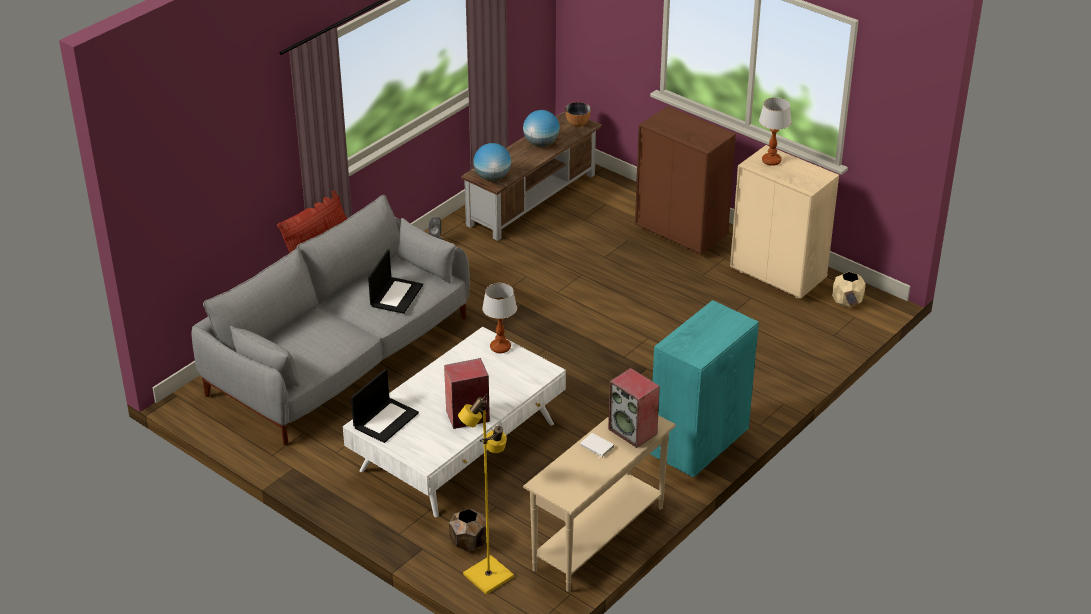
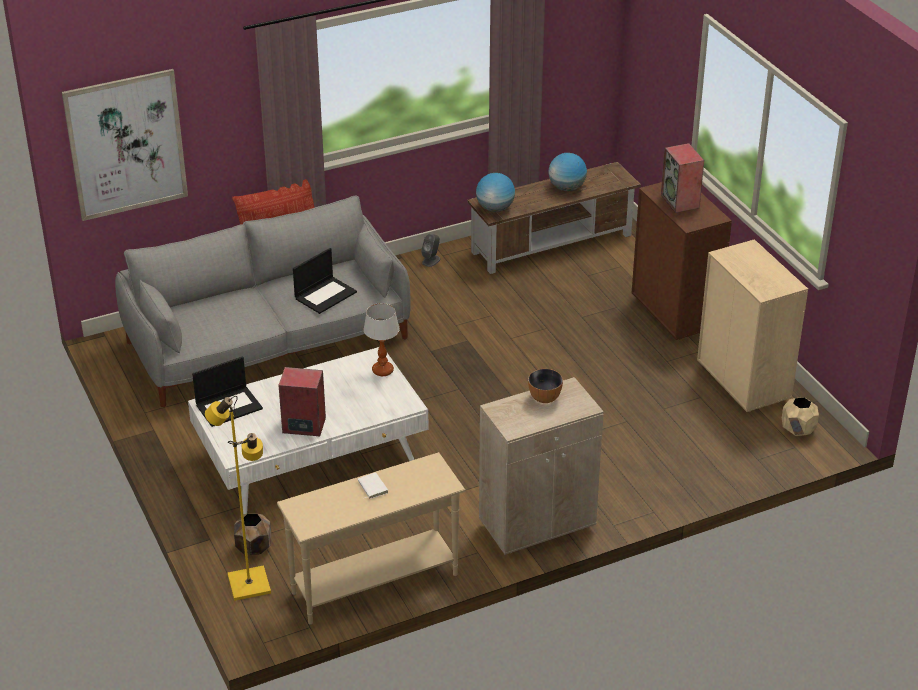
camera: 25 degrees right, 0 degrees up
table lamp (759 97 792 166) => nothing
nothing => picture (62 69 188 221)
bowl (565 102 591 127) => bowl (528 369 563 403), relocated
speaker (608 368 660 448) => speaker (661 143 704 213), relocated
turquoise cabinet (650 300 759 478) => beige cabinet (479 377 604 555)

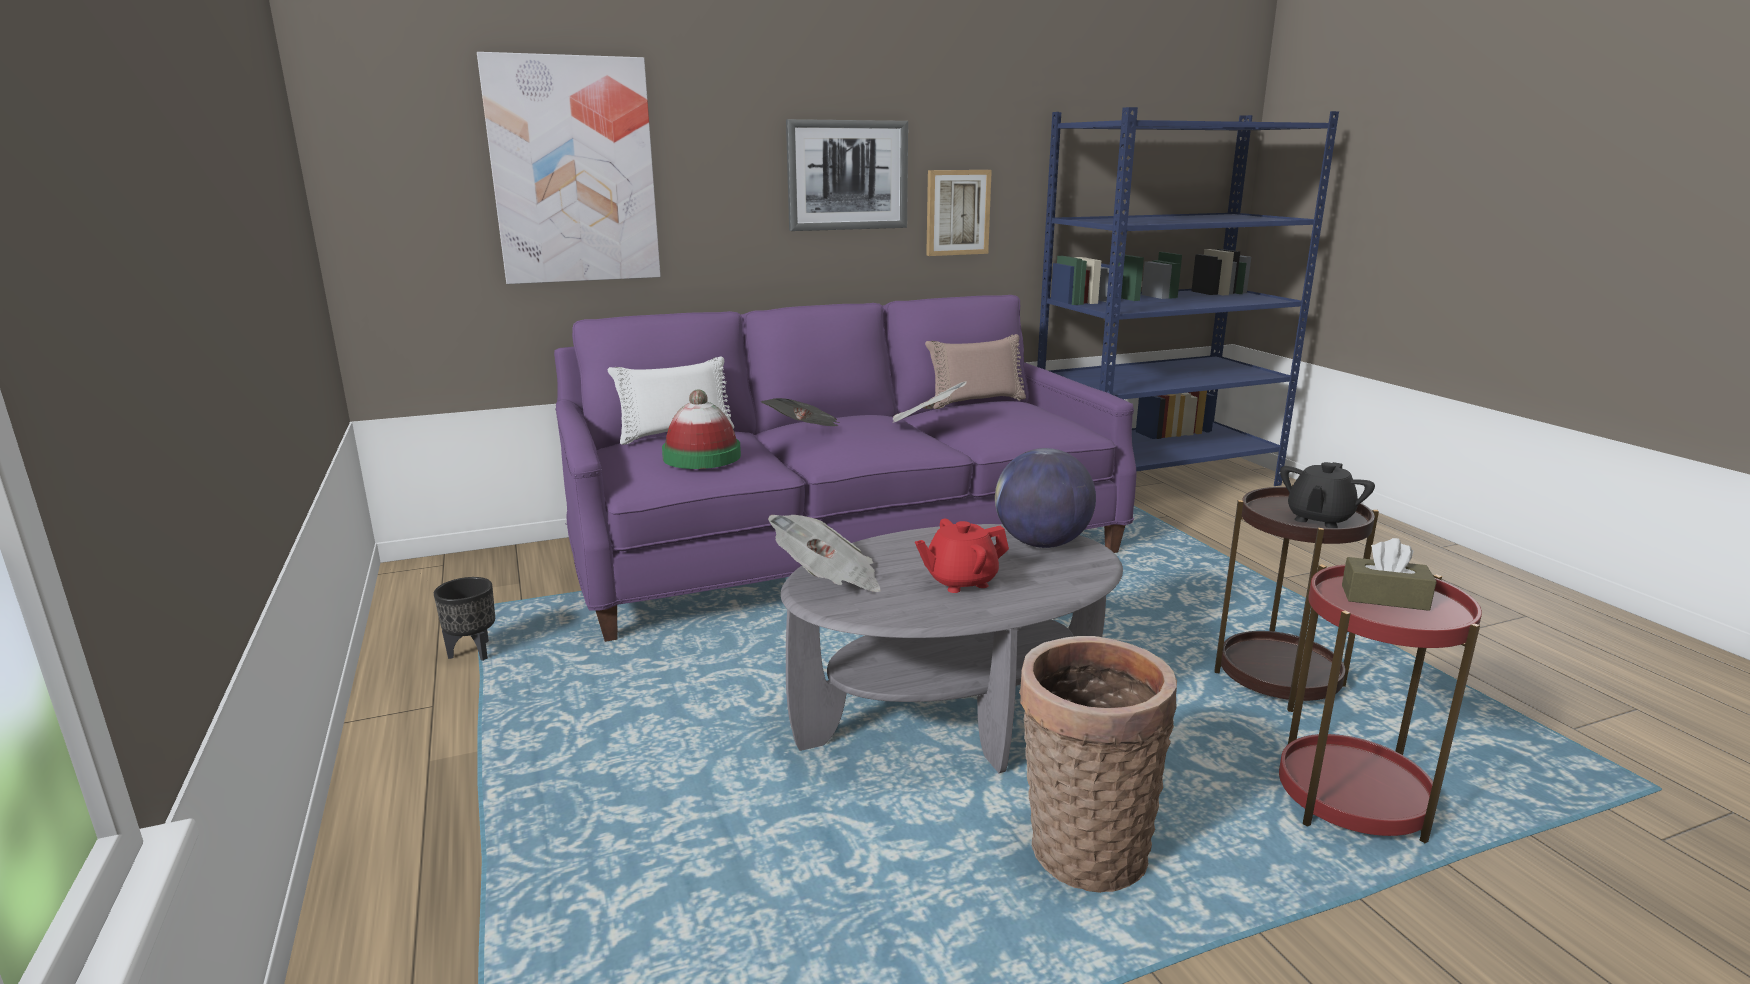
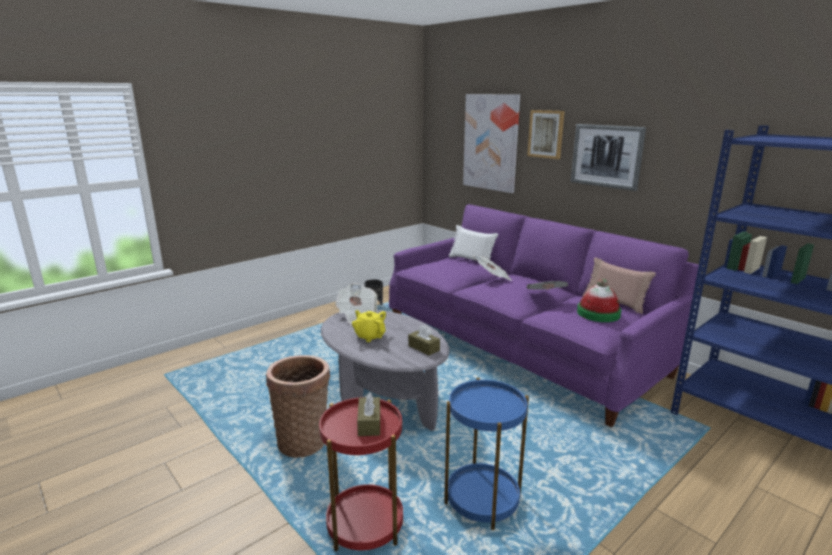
camera: 70 degrees right, 0 degrees up
black teapot (1280 462 1375 528) => nothing
hat (662 389 741 469) => hat (577 279 621 322), relocated
picture (926 170 992 256) => picture (527 110 565 159), relocated
globe (995 448 1096 548) => brown tissue box (408 325 440 355)
red teapot (915 519 1009 593) => yellow teapot (352 310 386 342)
brown side table (1214 484 1379 712) => blue side table (444 378 529 530)

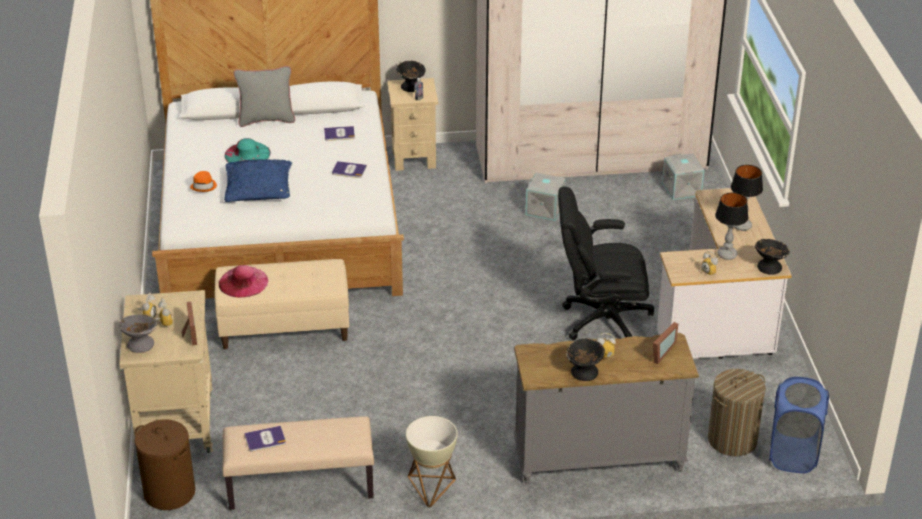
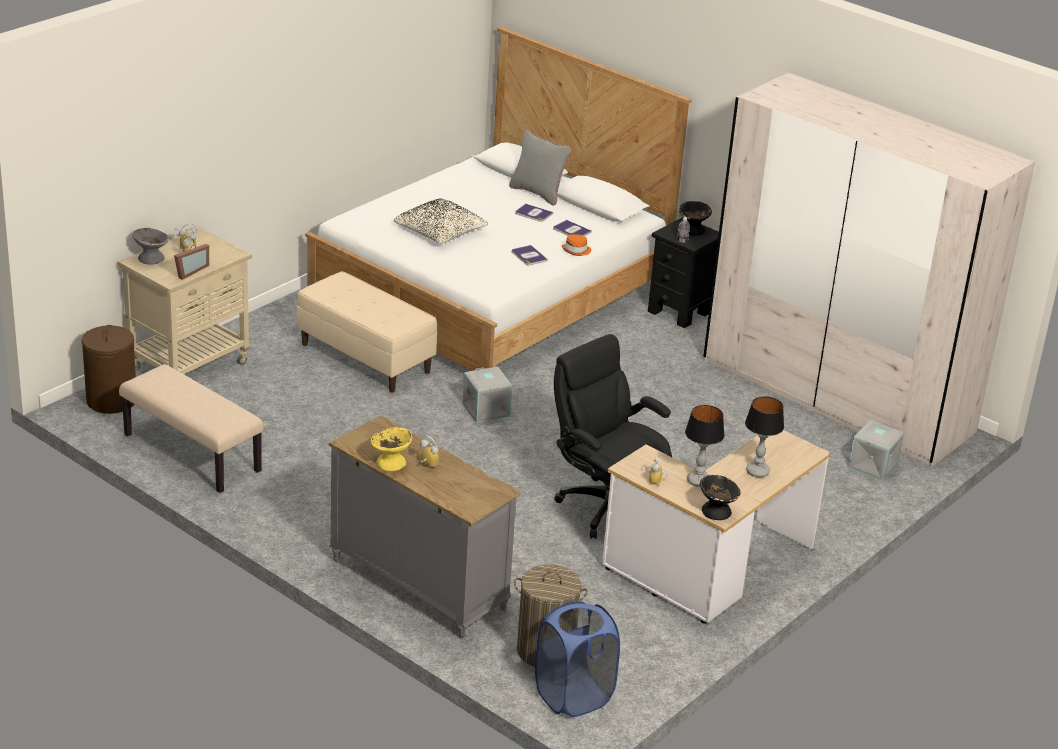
camera: 45 degrees right, 5 degrees down
pink hat (219 265 268 298) => nothing
turquoise hat (224 138 271 163) => nothing
planter (406 416 458 507) => nothing
picture frame (653 322 678 364) => nothing
orange hat (190 171 217 192) => orange hat (562 234 591 256), relocated
book (244 426 286 452) => book (515 204 553 222), relocated
grey storage box (526 173 566 221) => grey storage box (462 366 513 423), relocated
blue pillow (224 159 292 202) => beige pillow (394 198 488 244)
beige nightstand (387 78 438 171) => black nightstand (648 217 719 328)
black bowl (566 338 605 381) => yellow bowl (371 427 412 471)

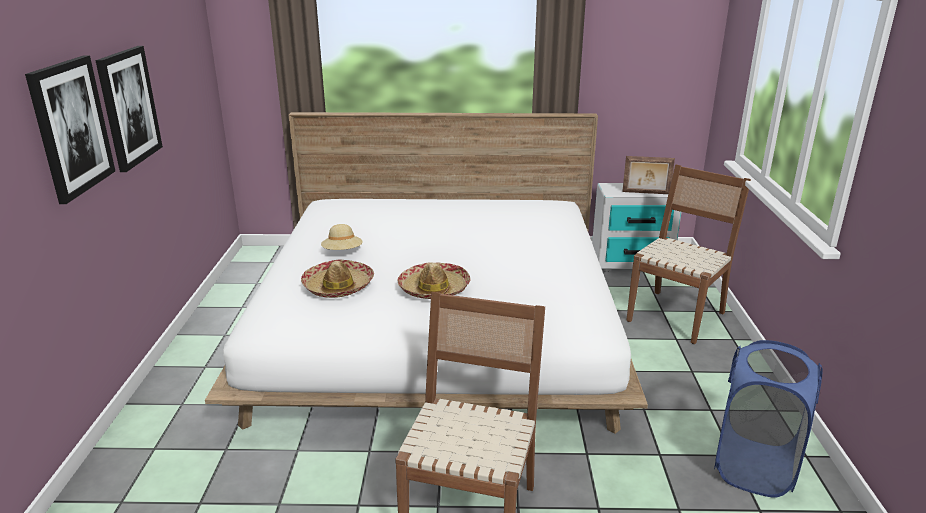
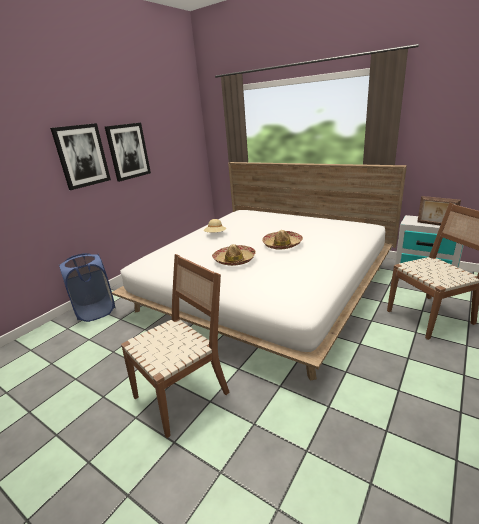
camera: 35 degrees right, 0 degrees up
hat (301 260 374 298) => hat (262 230 303 250), relocated
blue laundry basket (714 340 823 498) => blue laundry basket (59 253 116 322), relocated

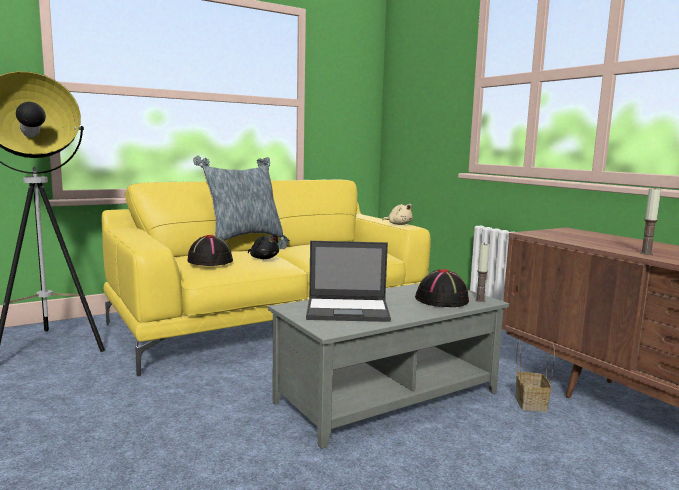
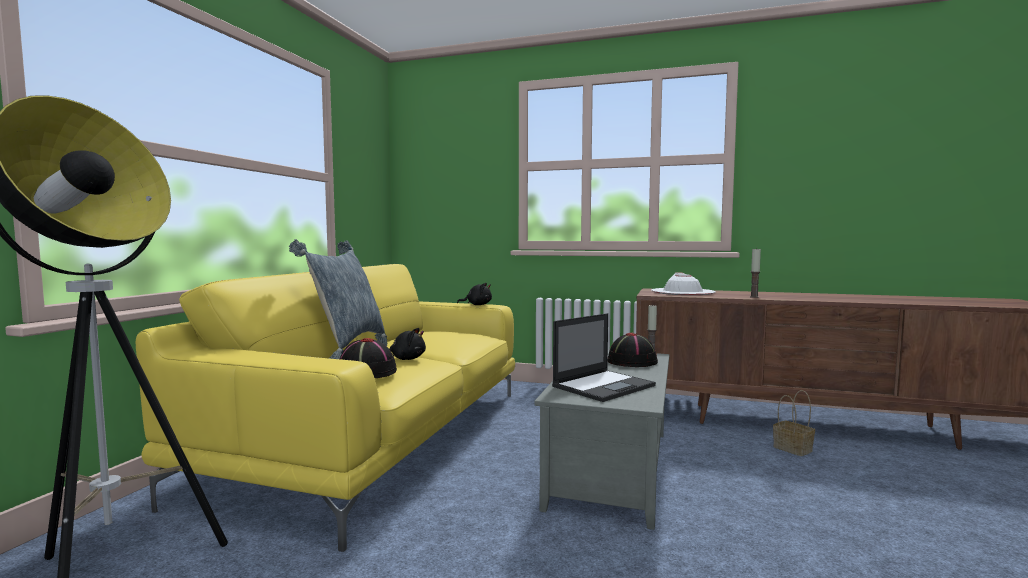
camera: 40 degrees left, 5 degrees down
nothing => white hat (651 272 716 295)
basket (516 342 555 412) => basket (773 390 815 456), relocated
beige plush toy (383 204 413 225) => black plush toy (457 283 492 305)

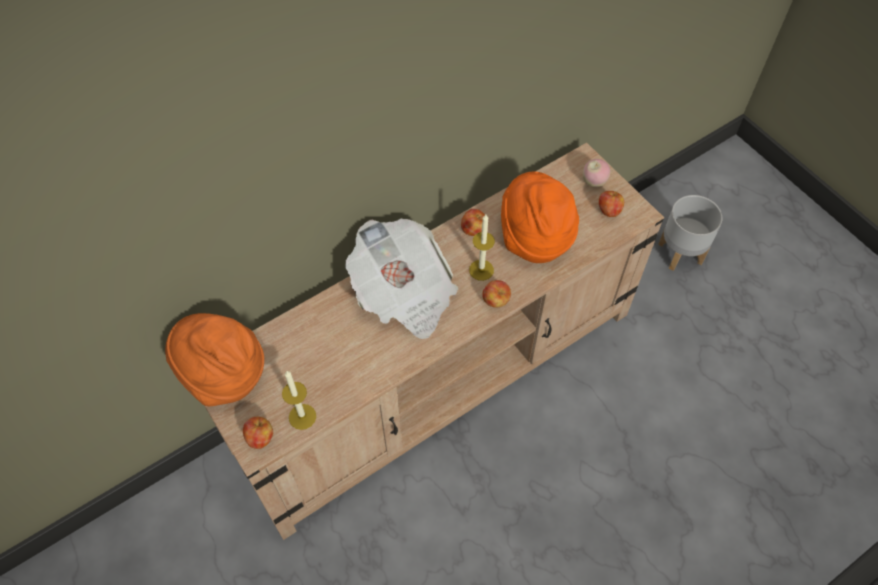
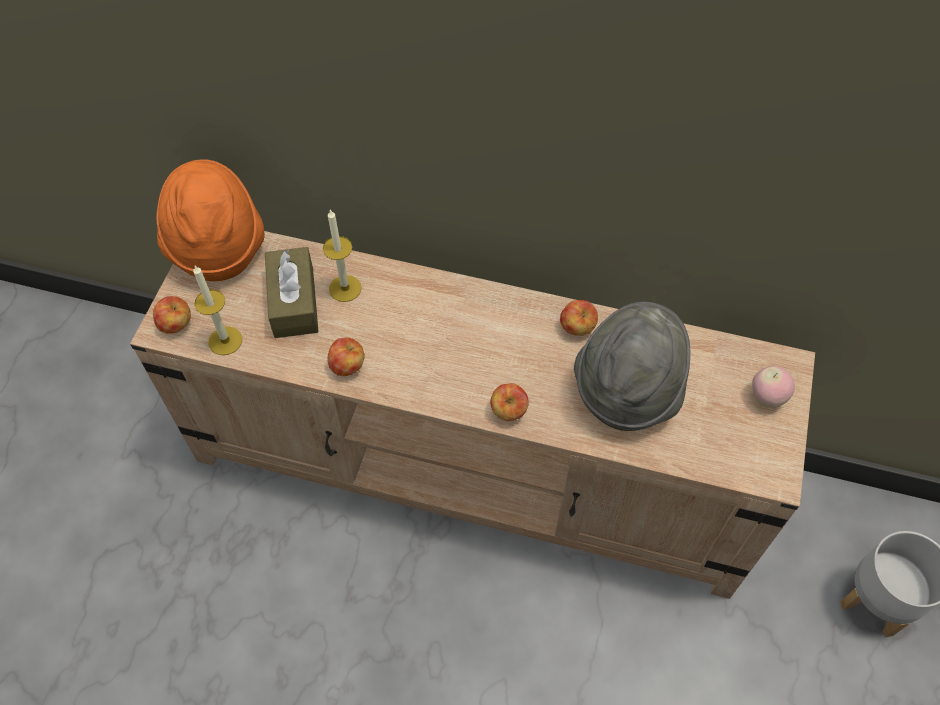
camera: 50 degrees right, 0 degrees up
newspaper (345 218 458 339) => nothing
nothing => brown tissue box (265 247 319 338)
candle (469 214 495 281) => candle (323 209 362 302), relocated
apple (599 191 624 217) => apple (328 337 365 376), relocated
orange hat (501 171 579 263) => grey hat (574 302 690 431)

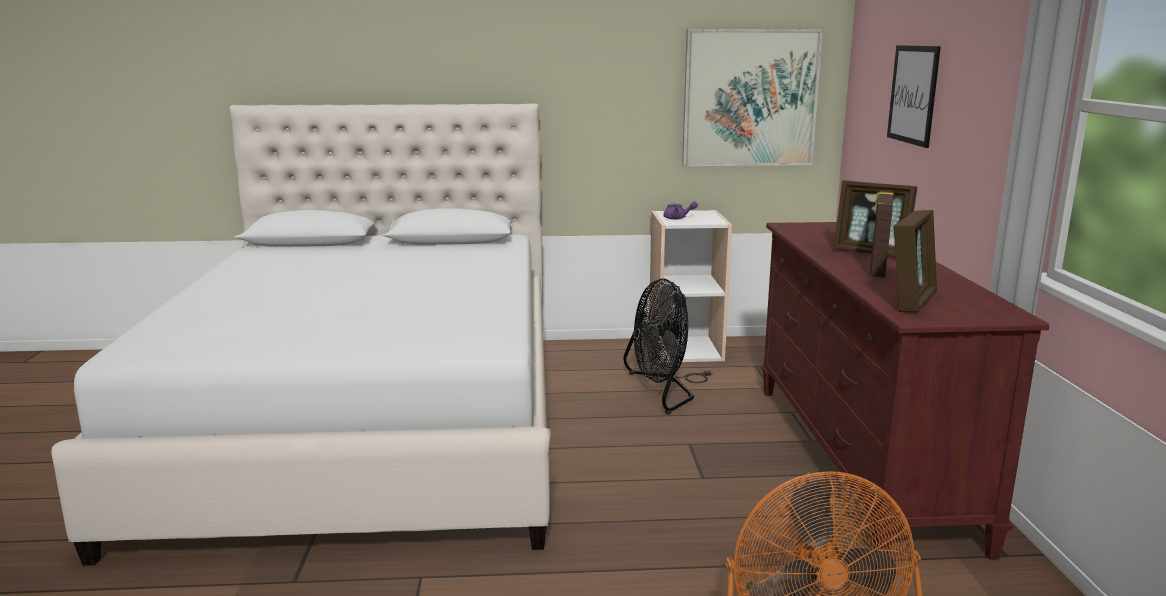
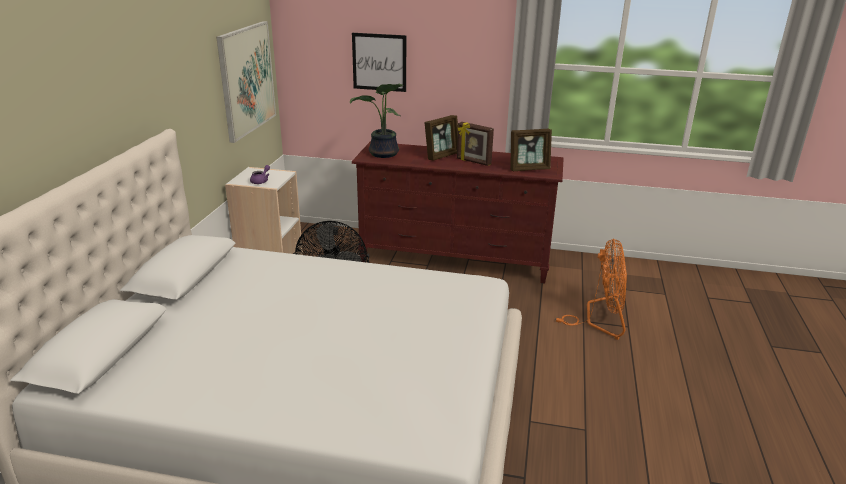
camera: 75 degrees left, 10 degrees up
nothing => potted plant (350 84 403 158)
picture frame (894 210 937 312) => picture frame (510 129 552 171), 120 degrees clockwise

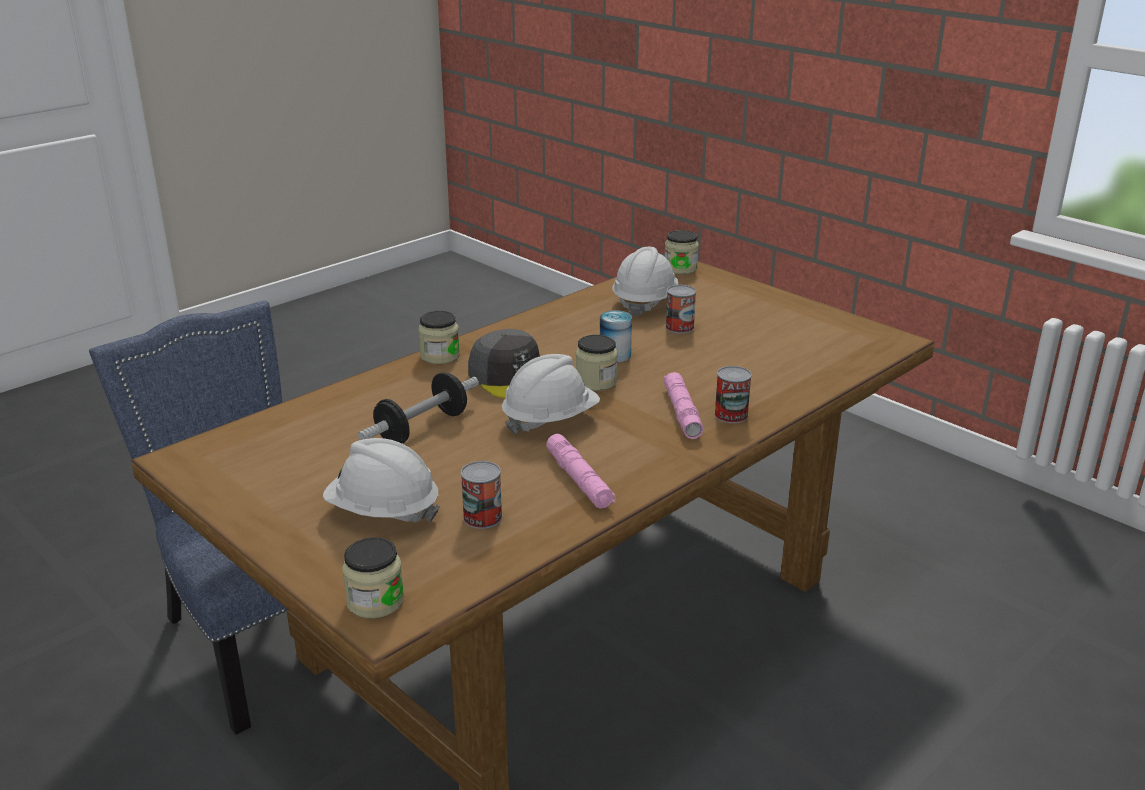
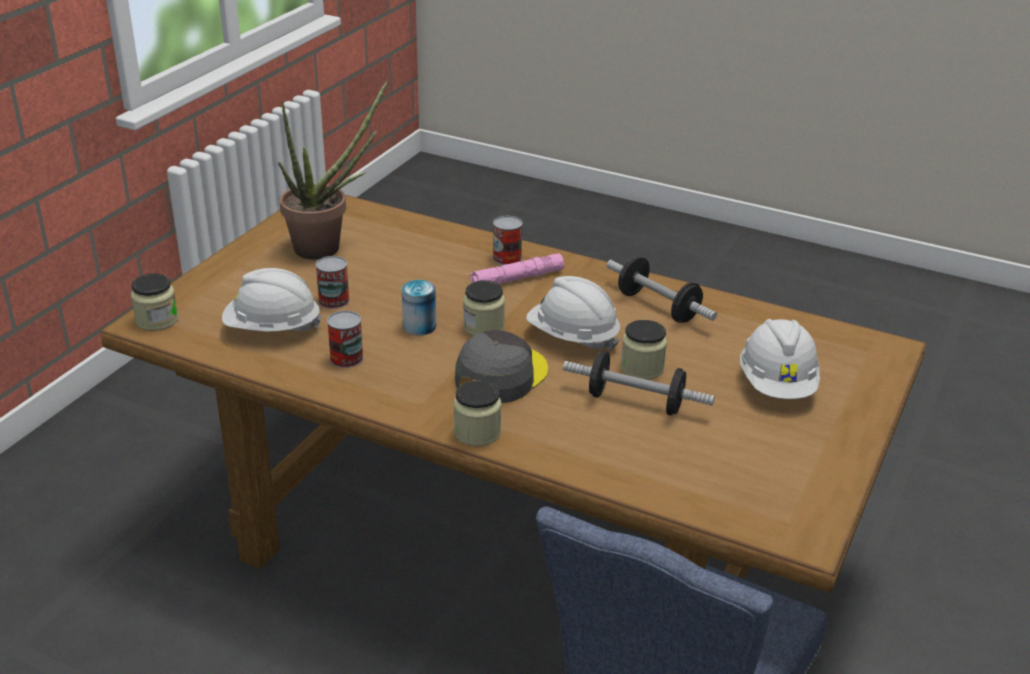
camera: 110 degrees left, 5 degrees up
nothing => potted plant (278 81 387 260)
jar (342 537 404 619) => jar (621 320 667 380), relocated
can (461 461 502 529) => can (327 311 364 368), relocated
pink flashlight (546 434 616 509) => dumbbell (607 257 717 323)

